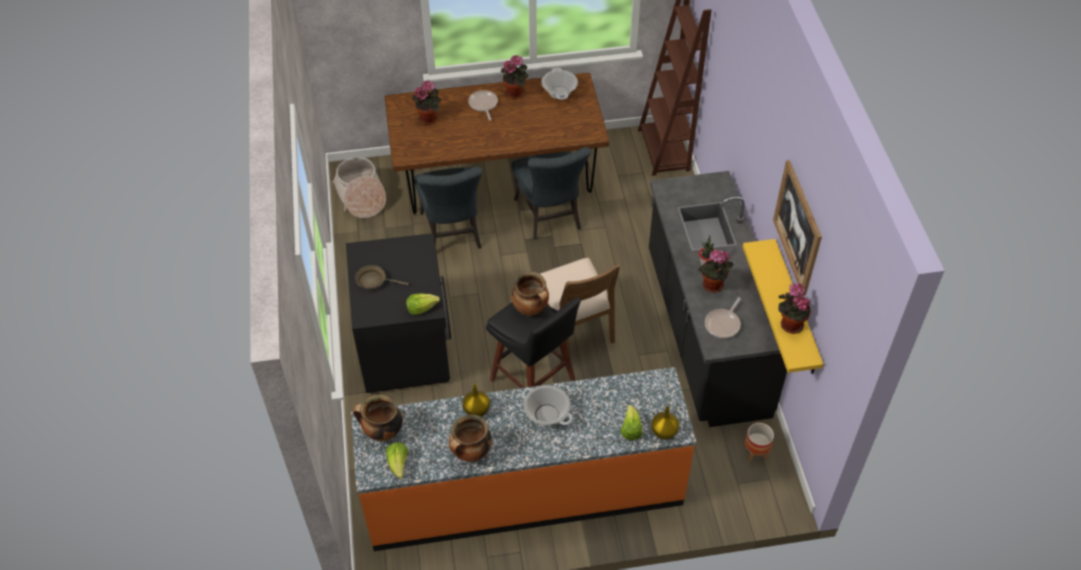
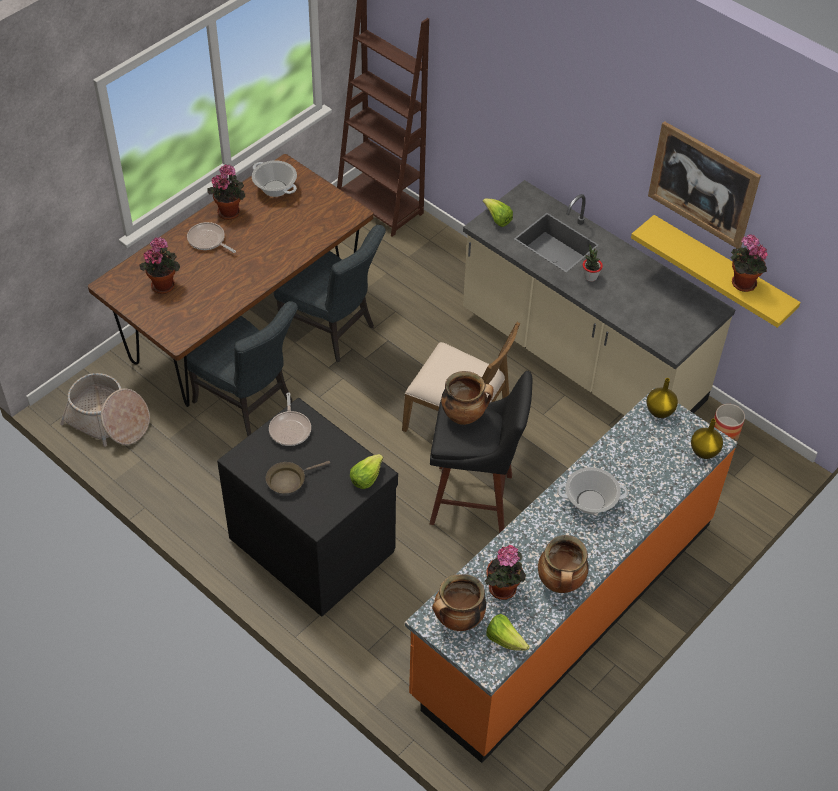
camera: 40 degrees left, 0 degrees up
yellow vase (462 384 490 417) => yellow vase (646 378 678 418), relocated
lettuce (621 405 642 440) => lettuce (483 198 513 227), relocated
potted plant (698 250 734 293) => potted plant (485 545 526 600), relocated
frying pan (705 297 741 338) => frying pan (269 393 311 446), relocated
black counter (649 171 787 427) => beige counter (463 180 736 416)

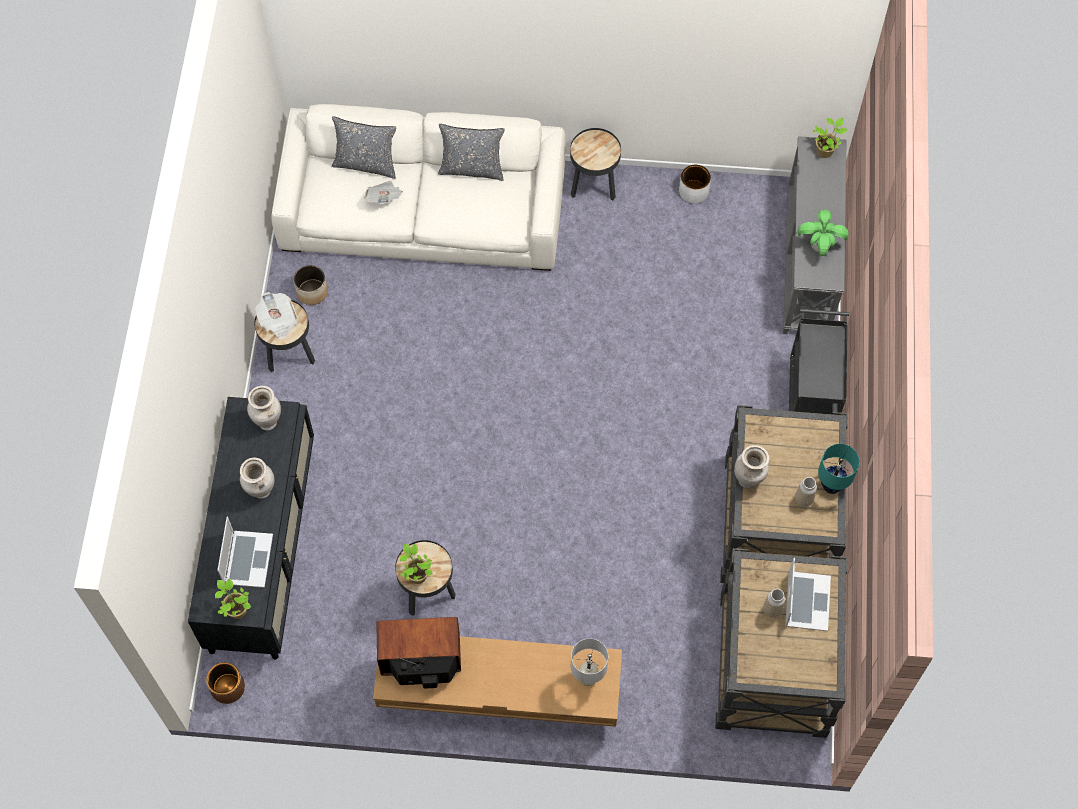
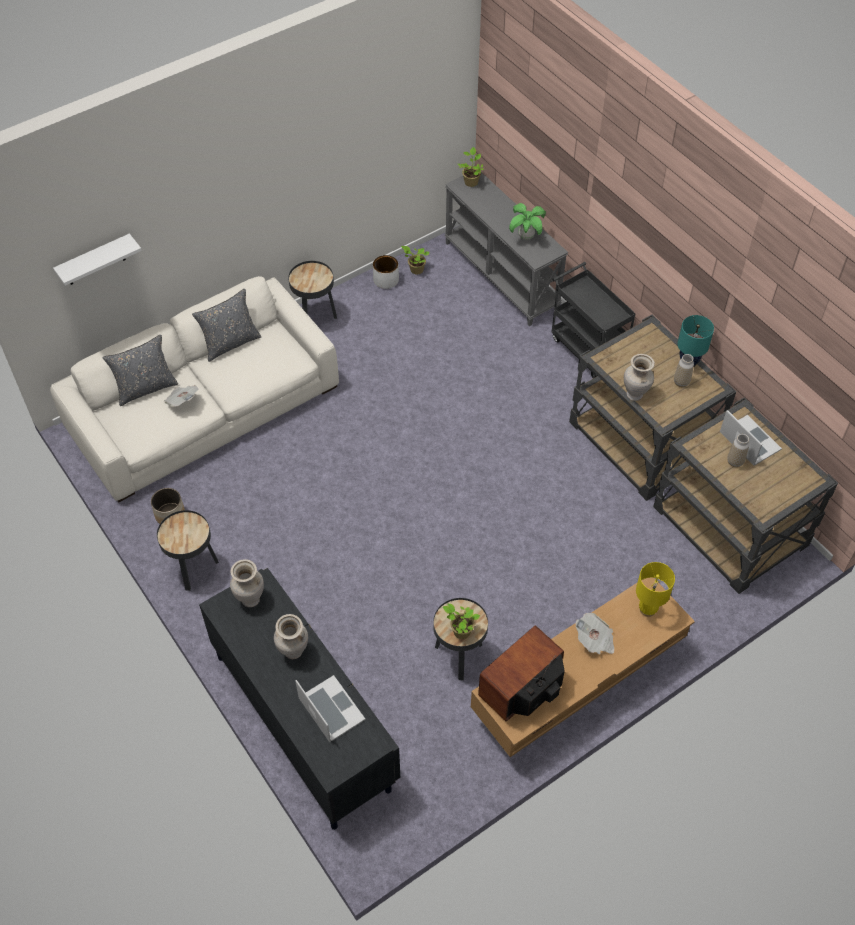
camera: 40 degrees left, 10 degrees down
brown planter (206 662 245 704) => nothing
nothing => white shelf (53 234 142 286)
potted plant (215 578 251 619) => potted plant (401 246 429 275), relocated
newspaper (255 292 298 339) => newspaper (575 613 614 654), relocated
white table lamp (571 638 609 686) => yellow table lamp (636 562 675 617)

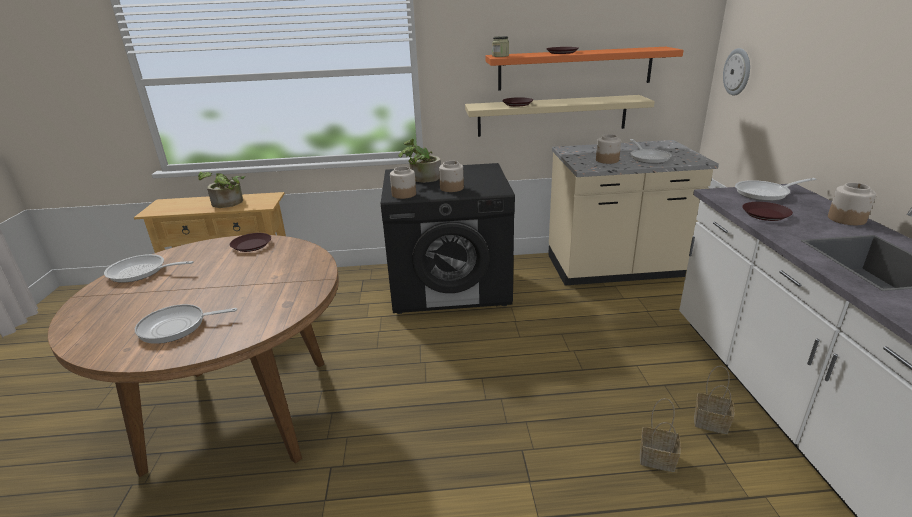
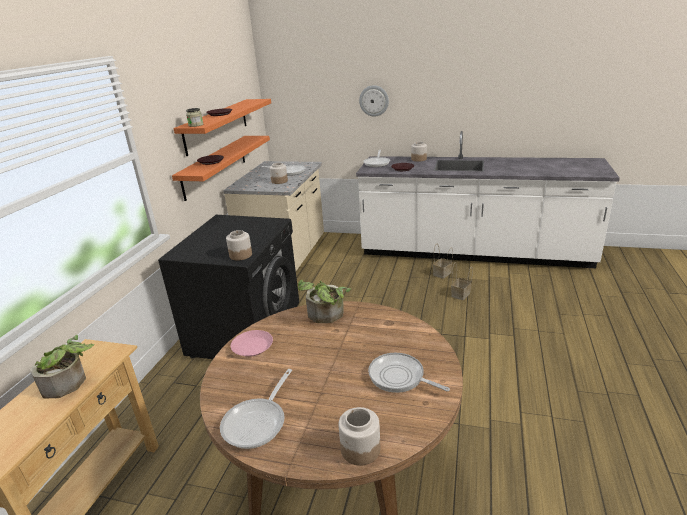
camera: 70 degrees left, 0 degrees up
potted plant (398 139 441 183) => potted plant (298 280 351 323), relocated
jar (439 161 464 192) => jar (338 407 380 466), relocated
wall clock (723 48 750 96) => wall clock (359 85 389 117), relocated
brown plate (230 233 271 252) => pink plate (231 330 273 357)
beige shelf (465 95 655 137) => orange shelf (172 136 270 201)
frying pan (135 304 237 344) => frying pan (368 353 450 393), 120 degrees clockwise

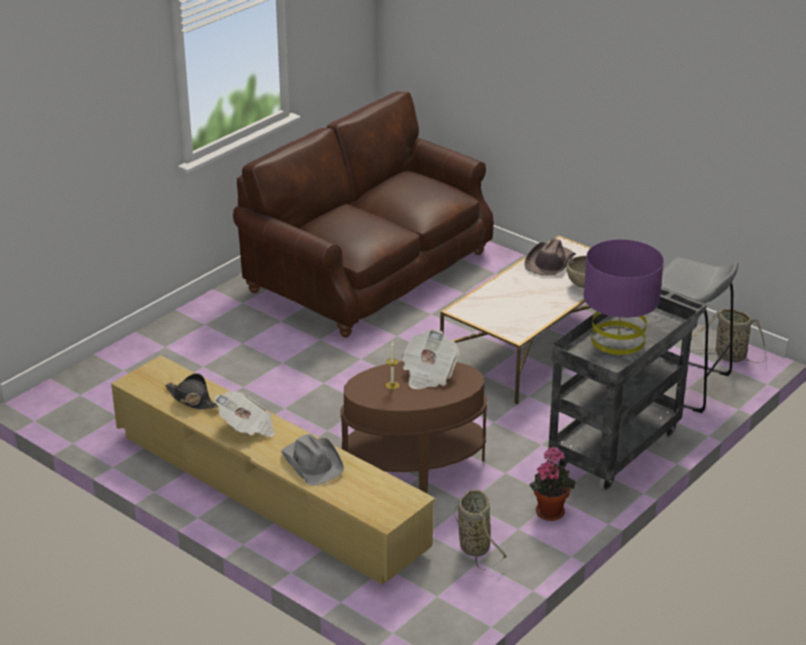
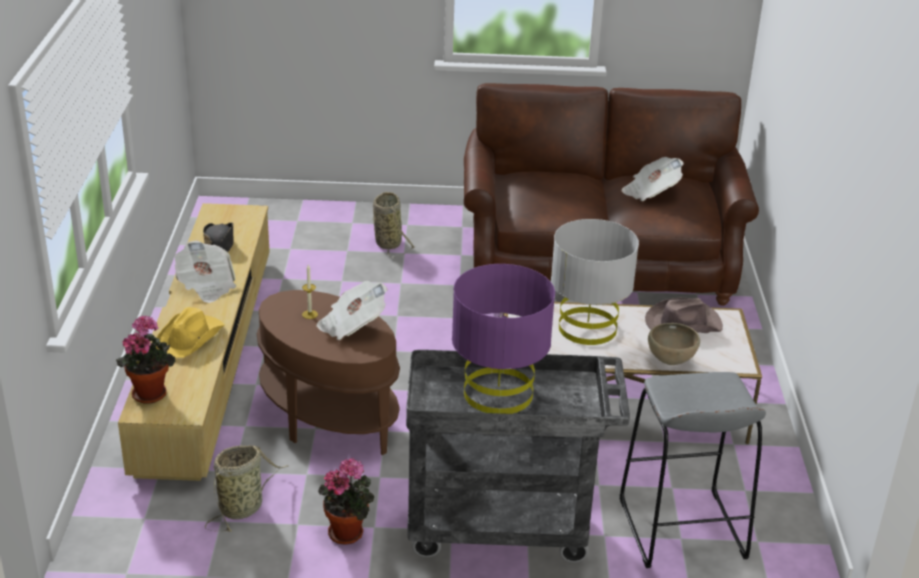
camera: 50 degrees right, 0 degrees up
nothing => potted plant (116 316 175 404)
nothing => grey table lamp (551 219 639 345)
nothing => newspaper (622 157 684 201)
basket (691 309 766 363) => basket (372 192 416 258), relocated
grey hat (281 434 344 485) => yellow hat (156 307 225 358)

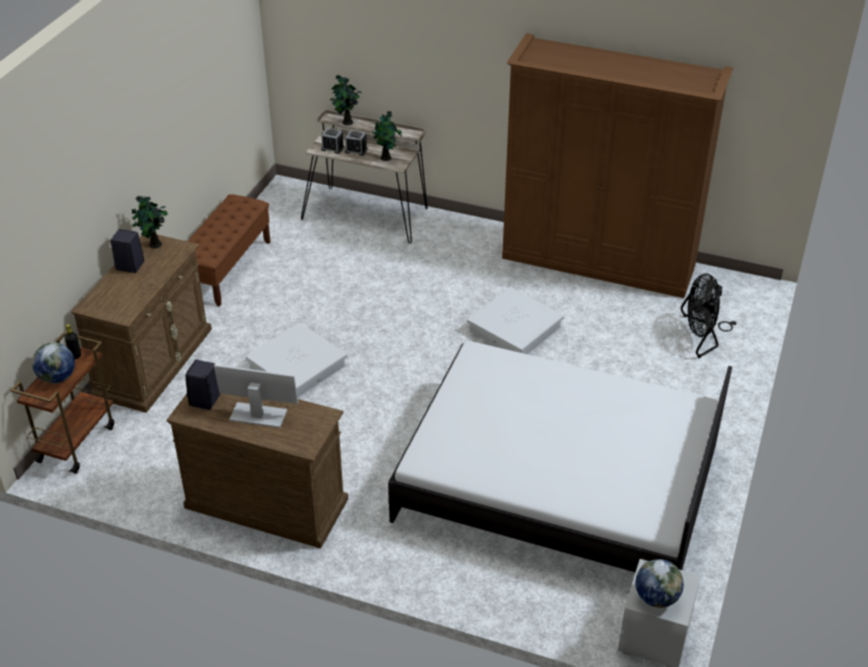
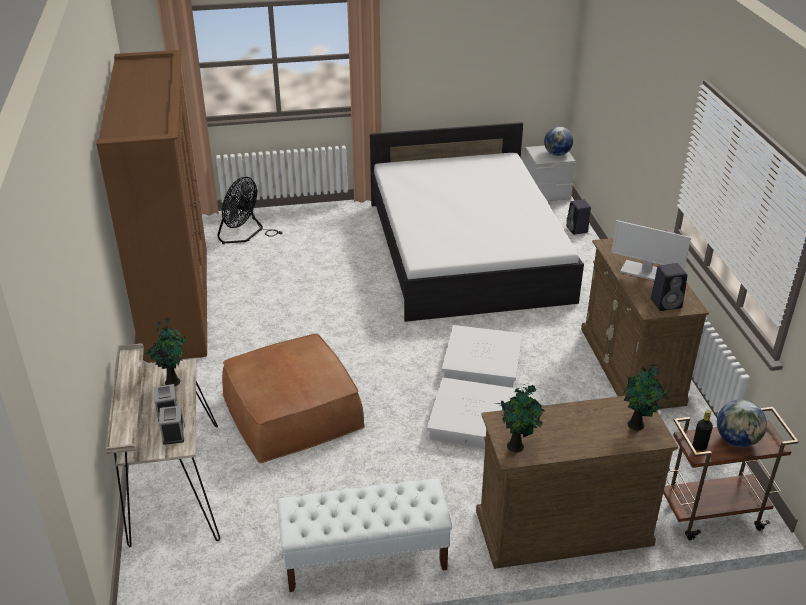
camera: 120 degrees left, 5 degrees down
nothing => brown ottoman (222 333 365 463)
black speaker (110 229 144 273) => black speaker (567 200 591 235), relocated
potted plant (330 75 362 126) => potted plant (623 365 669 431), relocated
white storage box (467 287 564 354) => white storage box (442 325 523 388), relocated
brown bench (187 194 271 307) => white bench (277 478 452 592)
monitor (214 364 298 428) => monitor (611 220 691 281), 45 degrees counterclockwise
black fan (681 273 737 358) => black fan (217 177 283 244), 150 degrees clockwise

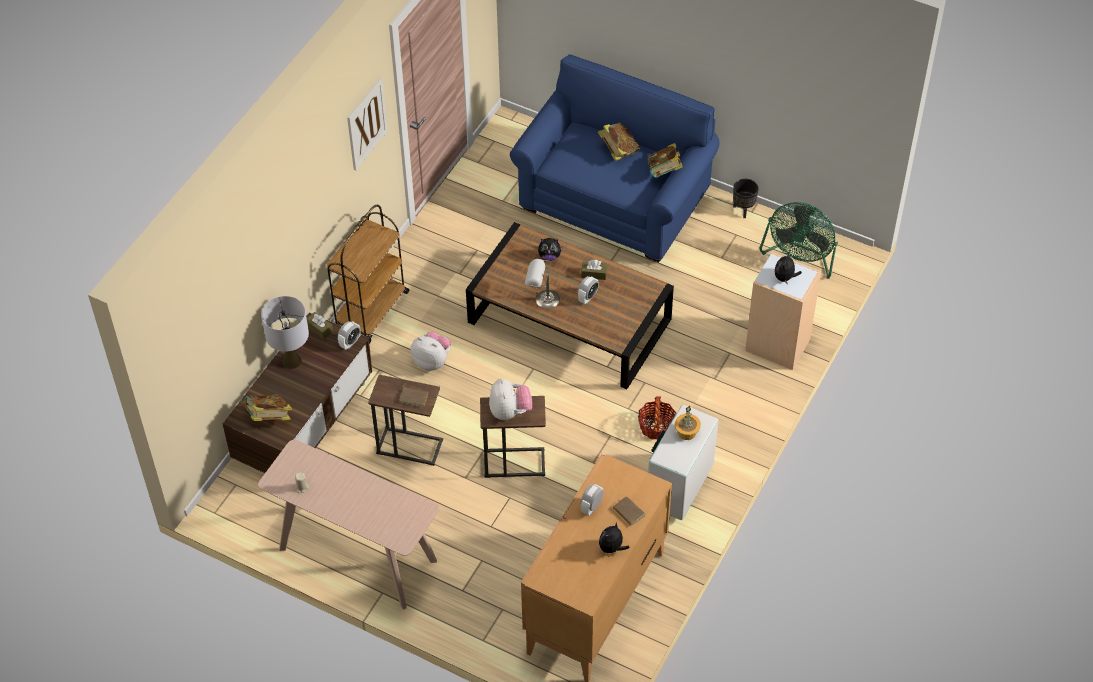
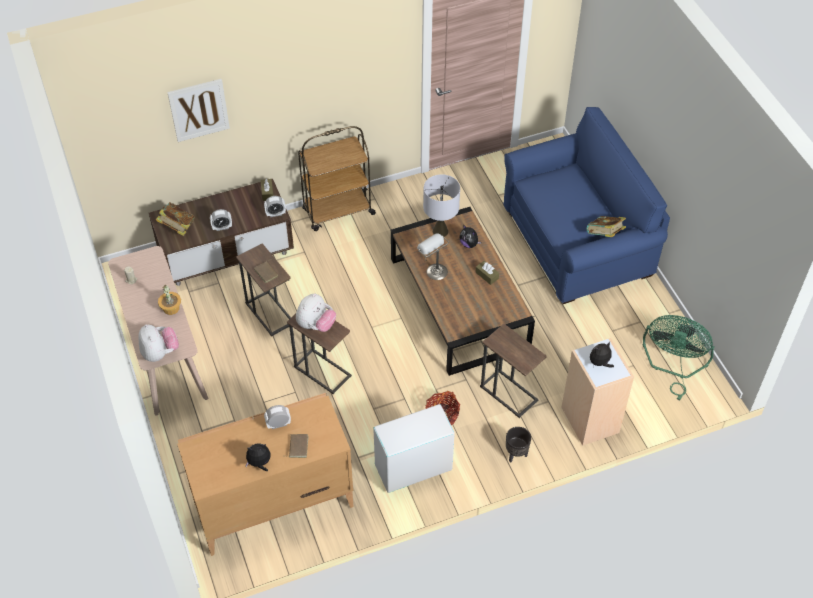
camera: 40 degrees right, 0 degrees up
book (598 122 640 161) => nothing
nothing => brown side table (480 324 547 418)
grey table lamp (261 296 309 369) => grey table lamp (423 174 460 237), relocated
picture (347 78 388 170) => picture (167 79 230 142), relocated
plush toy (410 331 451 371) => plush toy (138 325 179 362), relocated
alarm clock (578 276 599 304) => alarm clock (210 209 232 231), relocated
potted plant (675 406 701 440) => potted plant (158 285 181 315), relocated
black planter (733 179 759 218) => black planter (506 427 531 462), relocated
green fan (760 202 838 279) => green fan (643 315 715 400), 135 degrees clockwise

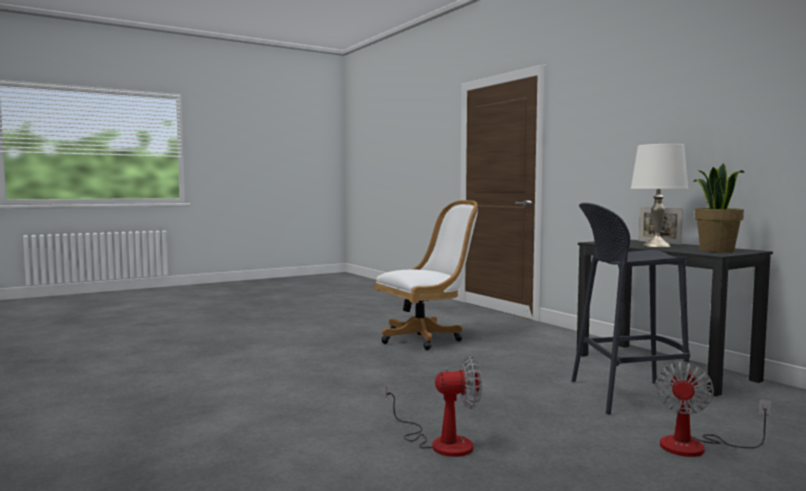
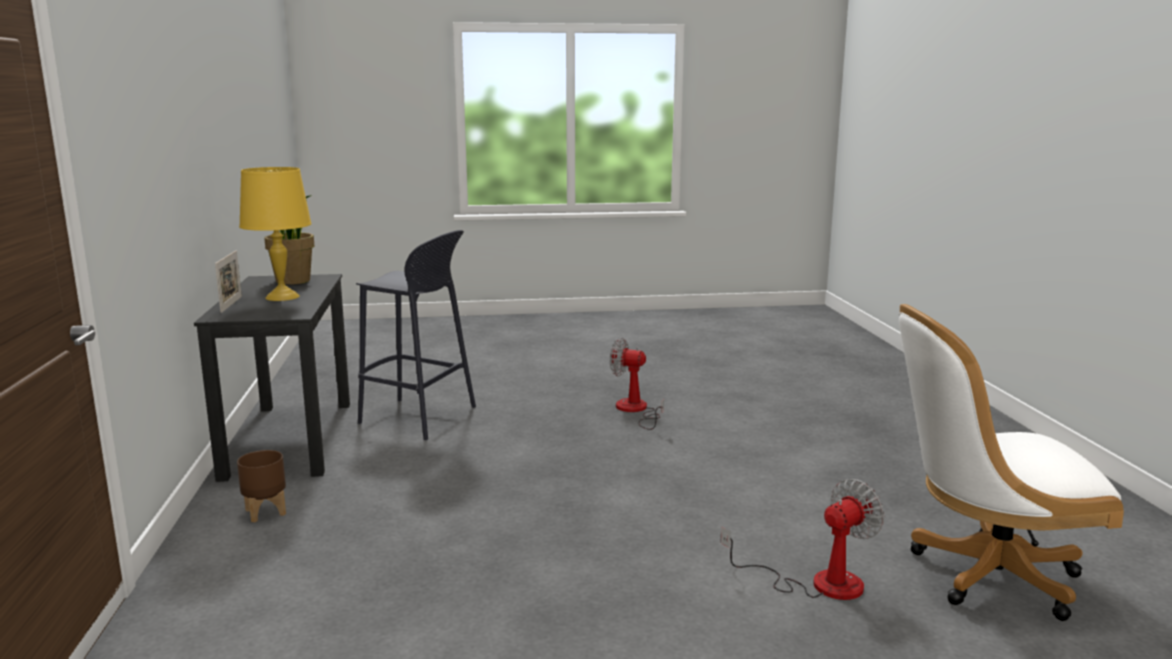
camera: 155 degrees left, 10 degrees up
nothing => brown planter (237 450 286 523)
white office chair (375 200 478 350) => white office chair (899 304 1124 621), relocated
fan (655 361 772 457) => fan (720 479 885 600), relocated
white table lamp (631 144 688 247) => yellow table lamp (239 167 312 301)

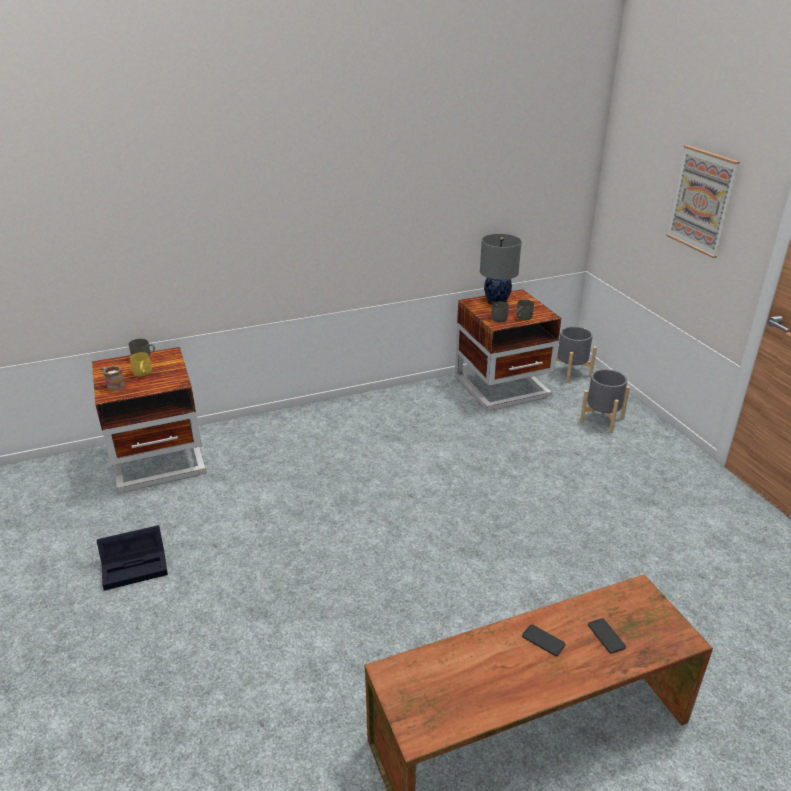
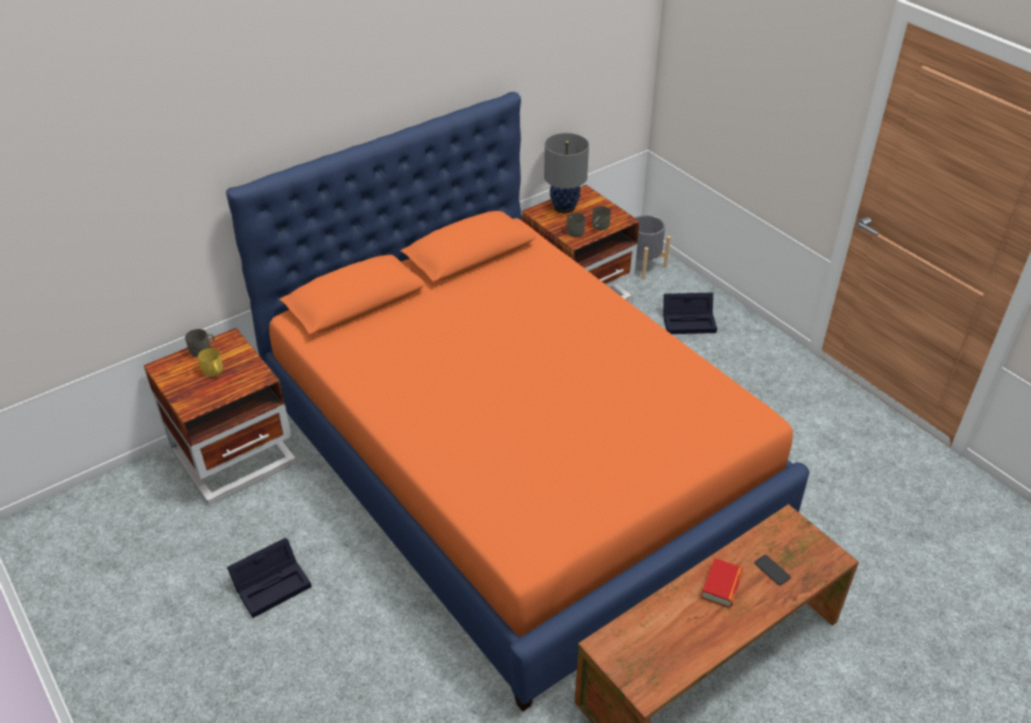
camera: 15 degrees left, 10 degrees up
mug (102 366 125 392) => nothing
picture (666 145 740 258) => nothing
nothing => orange bed (226 92 810 712)
phone (522 624 566 656) => book (701 558 744 607)
grey planter (580 369 630 433) => black storage box (663 293 717 334)

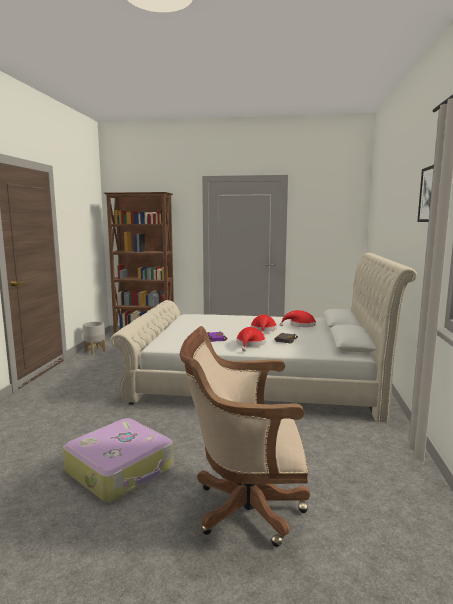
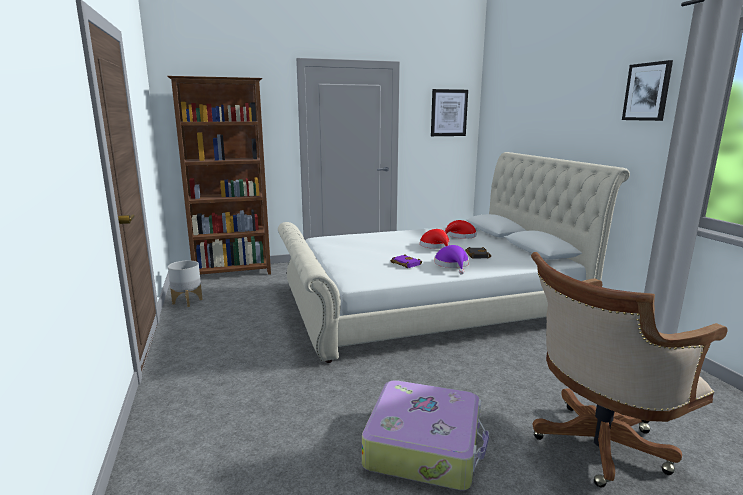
camera: 25 degrees left, 5 degrees up
nothing => picture (431 89 468 136)
red hat (236 327 266 352) => purple hat (434 245 469 275)

